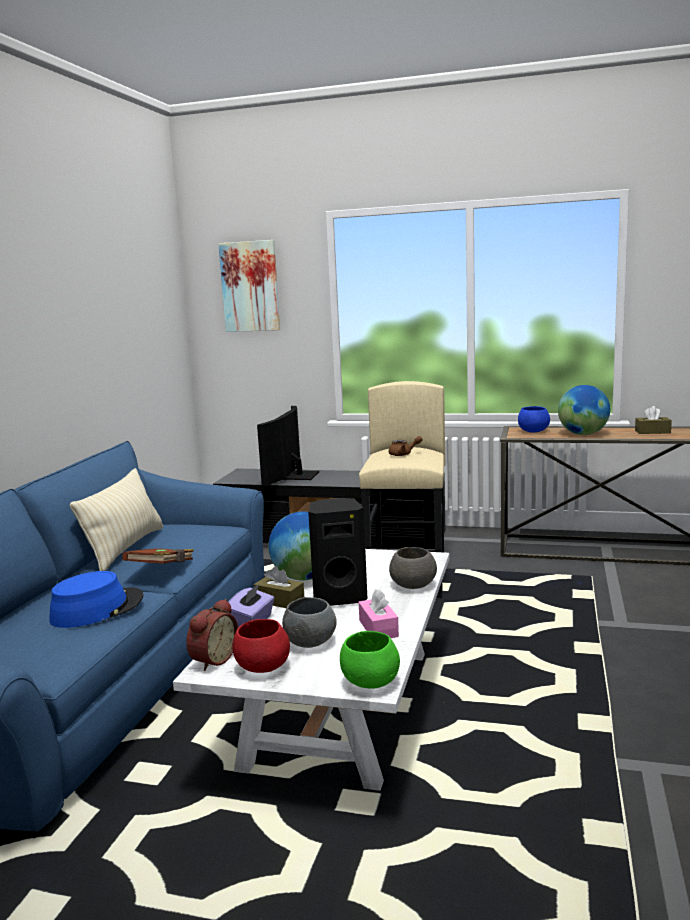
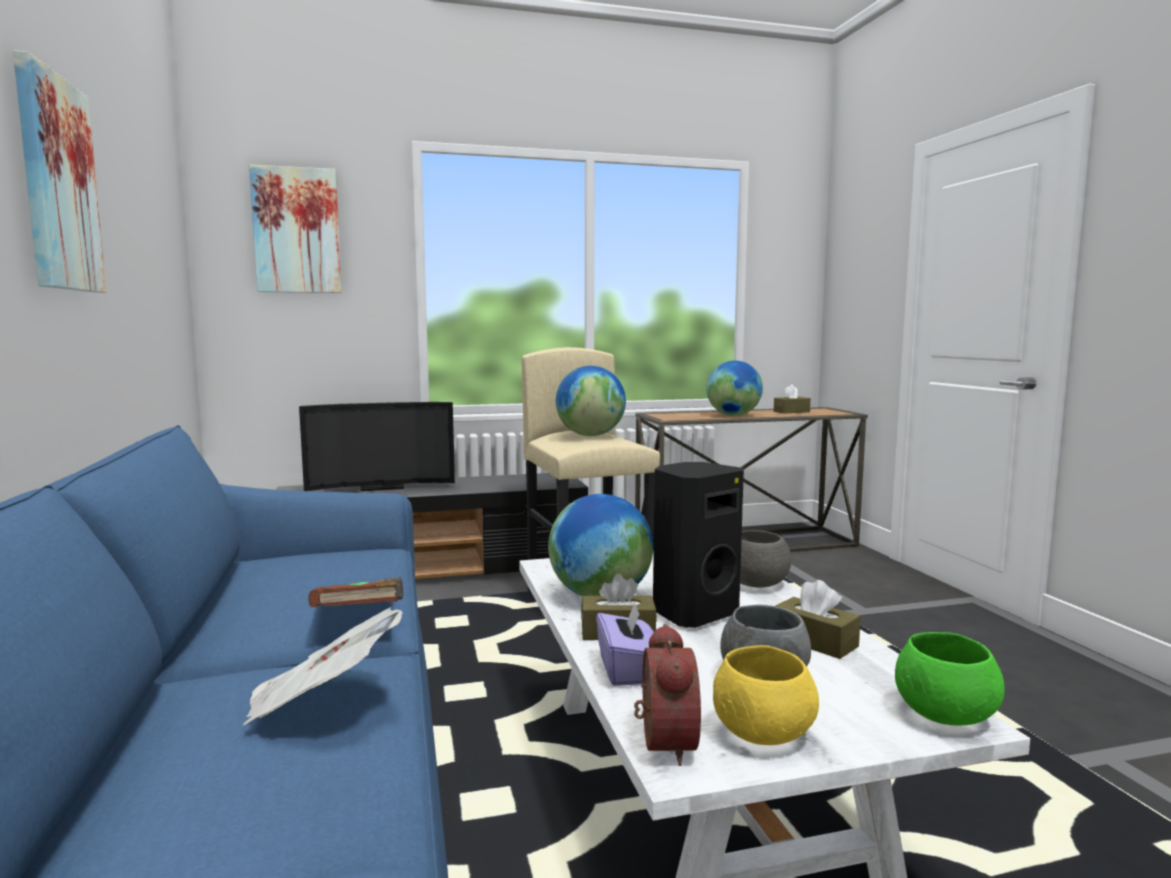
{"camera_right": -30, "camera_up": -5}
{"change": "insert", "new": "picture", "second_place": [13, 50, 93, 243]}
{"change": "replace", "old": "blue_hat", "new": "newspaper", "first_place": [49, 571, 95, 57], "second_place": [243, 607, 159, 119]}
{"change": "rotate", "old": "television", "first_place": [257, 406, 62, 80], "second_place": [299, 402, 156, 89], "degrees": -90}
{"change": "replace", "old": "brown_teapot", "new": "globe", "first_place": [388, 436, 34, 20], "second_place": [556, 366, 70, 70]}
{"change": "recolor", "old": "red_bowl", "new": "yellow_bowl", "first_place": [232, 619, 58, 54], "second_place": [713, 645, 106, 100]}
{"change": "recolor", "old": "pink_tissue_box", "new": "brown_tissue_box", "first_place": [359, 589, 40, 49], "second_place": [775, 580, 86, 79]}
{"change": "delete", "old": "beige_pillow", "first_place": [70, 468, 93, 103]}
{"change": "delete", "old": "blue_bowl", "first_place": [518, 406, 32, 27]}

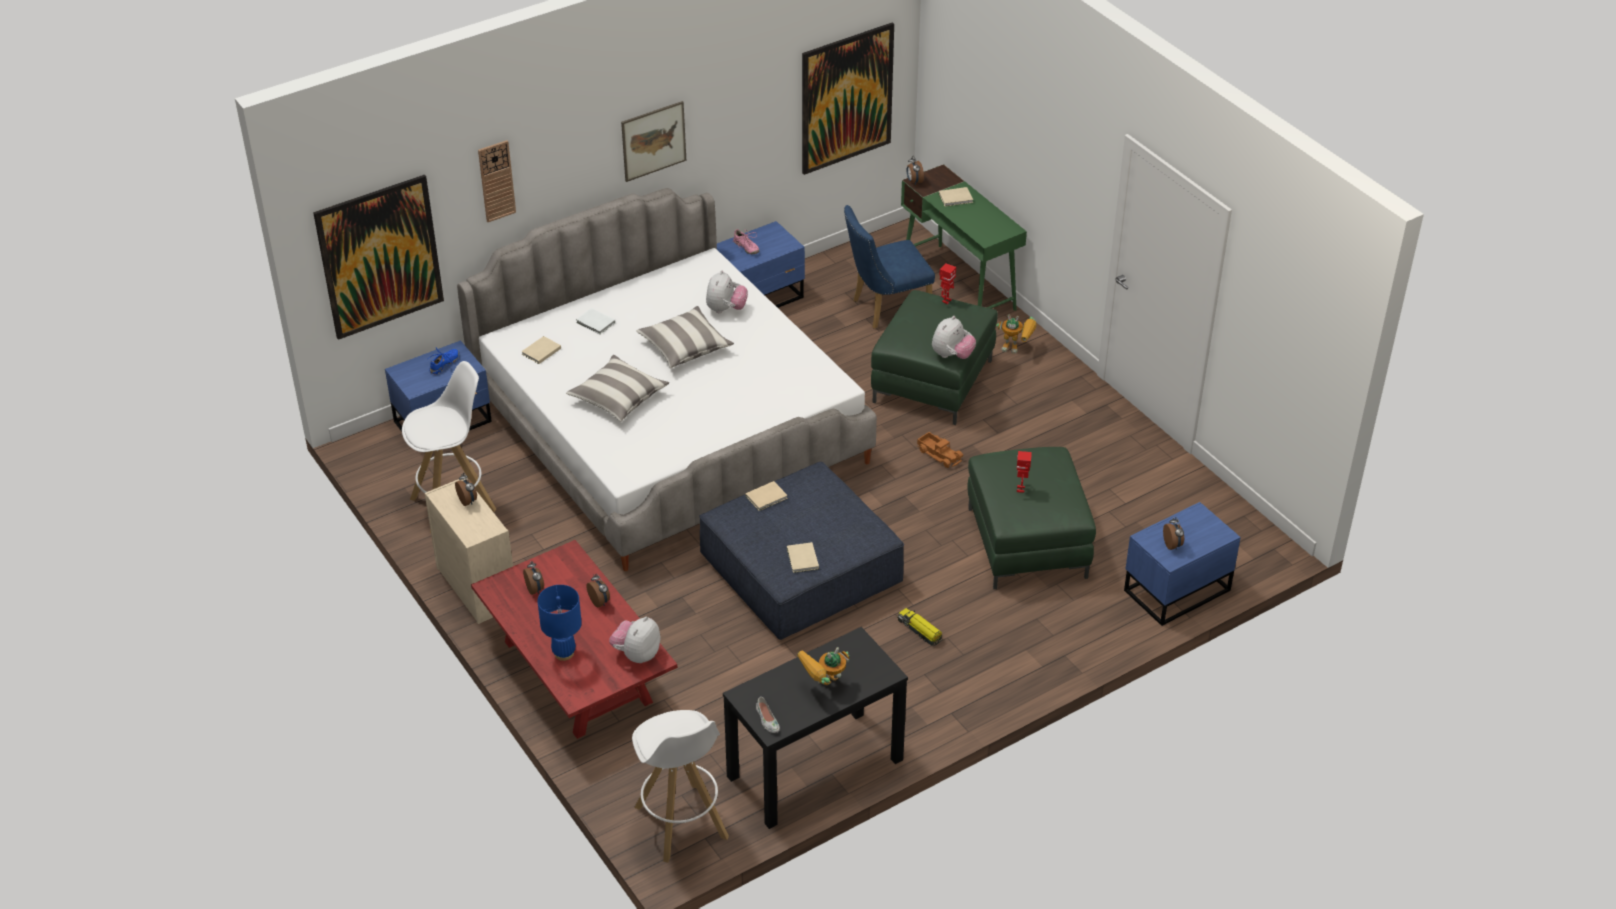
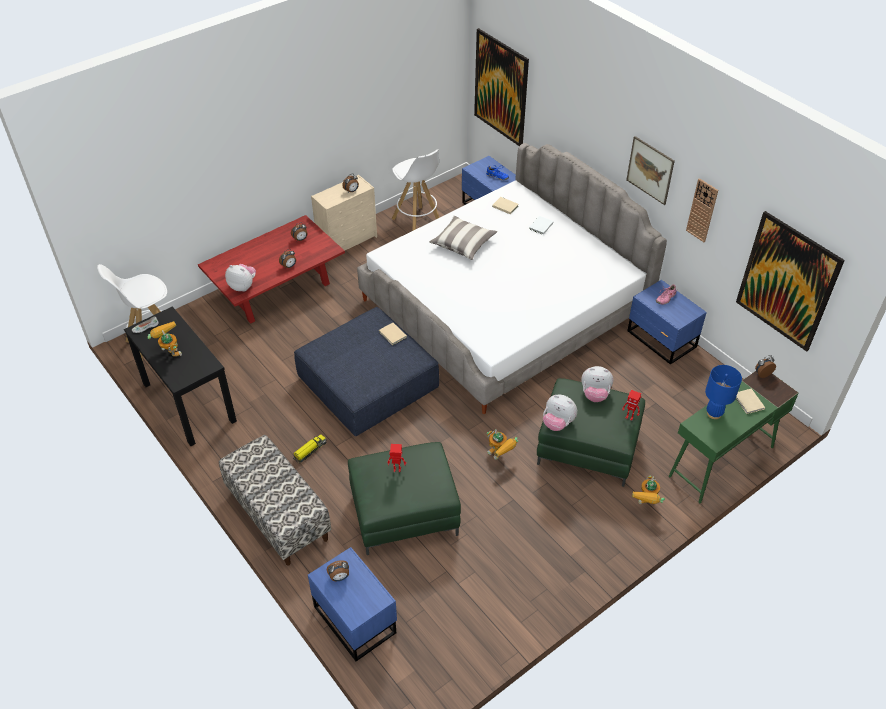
{"camera_right": 85, "camera_up": 5}
{"change": "insert", "new": "bench", "second_place": [219, 435, 112, 131]}
{"change": "replace", "old": "toy_truck", "new": "toy_robot", "first_place": [917, 432, 46, 36], "second_place": [487, 429, 31, 31]}
{"change": "move", "old": "plush_toy", "first_place": [706, 270, 42, 43], "second_place": [581, 366, 32, 36]}
{"change": "move", "old": "wall_clock", "first_place": [478, 140, 38, 82], "second_place": [686, 178, 32, 64]}
{"change": "move", "old": "blue_table_lamp", "first_place": [537, 585, 45, 76], "second_place": [705, 365, 37, 54]}
{"change": "delete", "old": "pillow", "first_place": [636, 306, 98, 62]}
{"change": "delete", "old": "beige_book", "first_place": [787, 542, 32, 31]}
{"change": "delete", "old": "blue_chair", "first_place": [844, 205, 91, 124]}

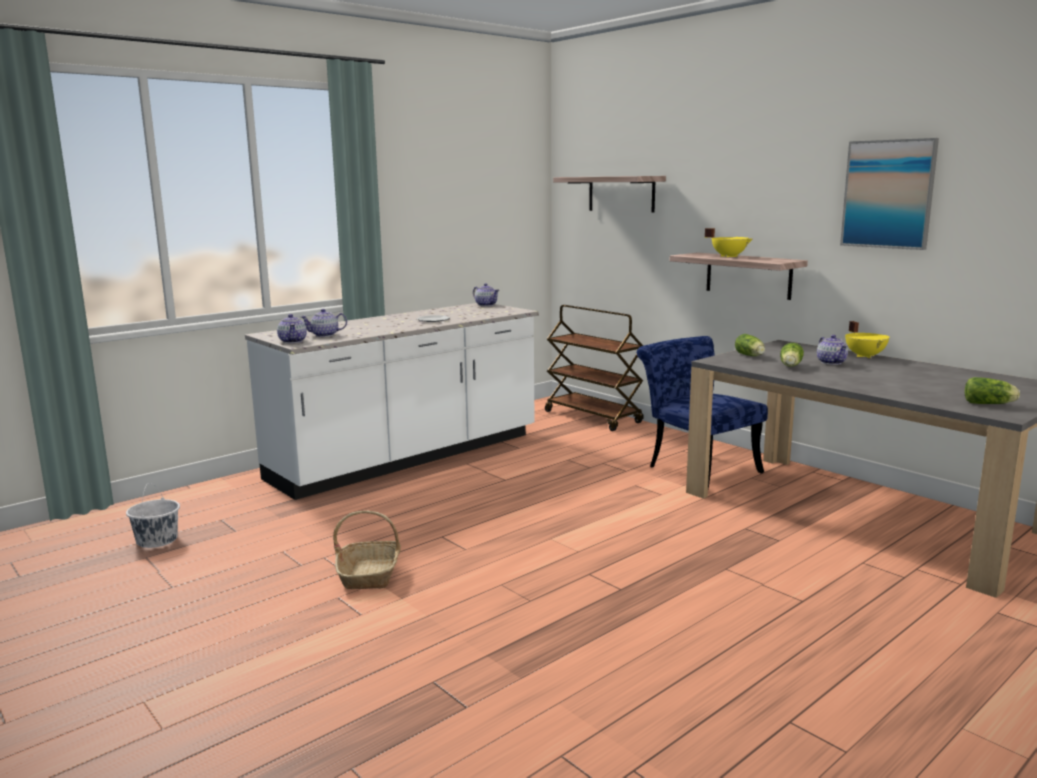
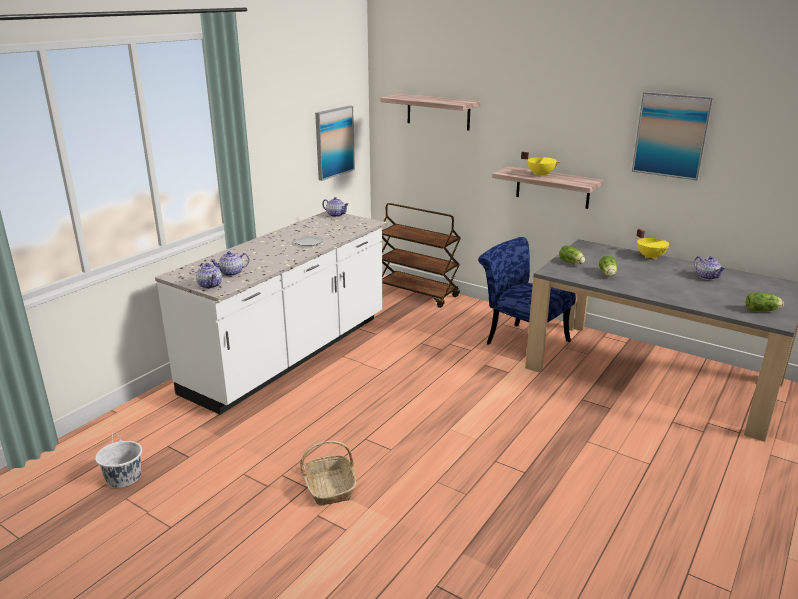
{"camera_right": -15, "camera_up": 10}
{"change": "insert", "new": "picture", "second_place": [315, 105, 40, 76]}
{"change": "move", "old": "teapot", "first_place": [817, 335, 31, 30], "second_place": [694, 256, 32, 24]}

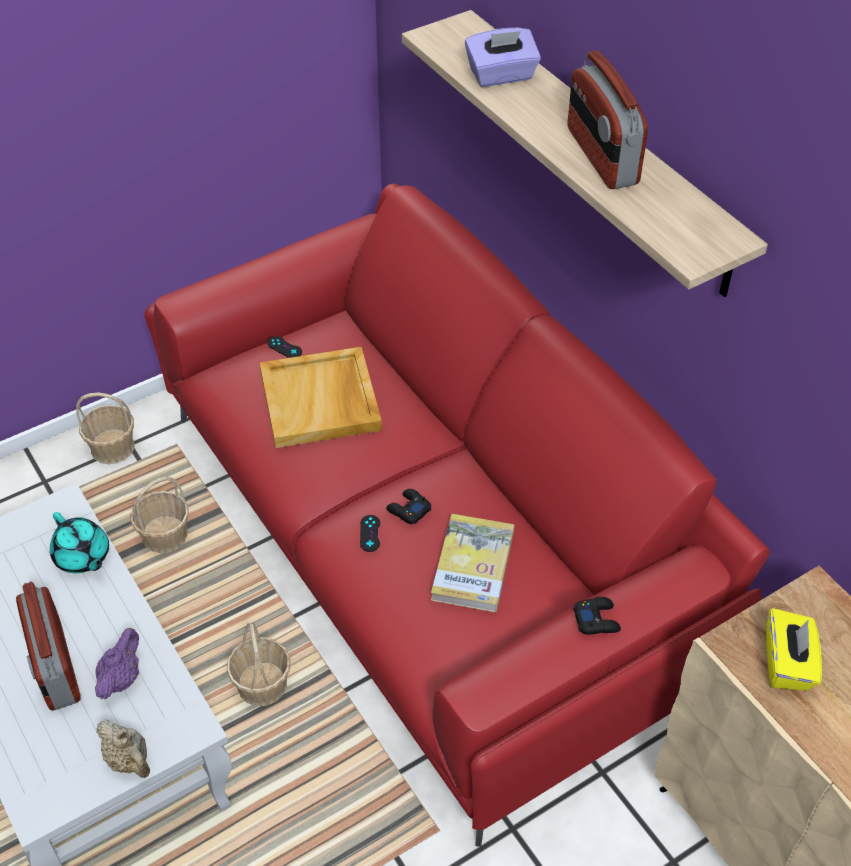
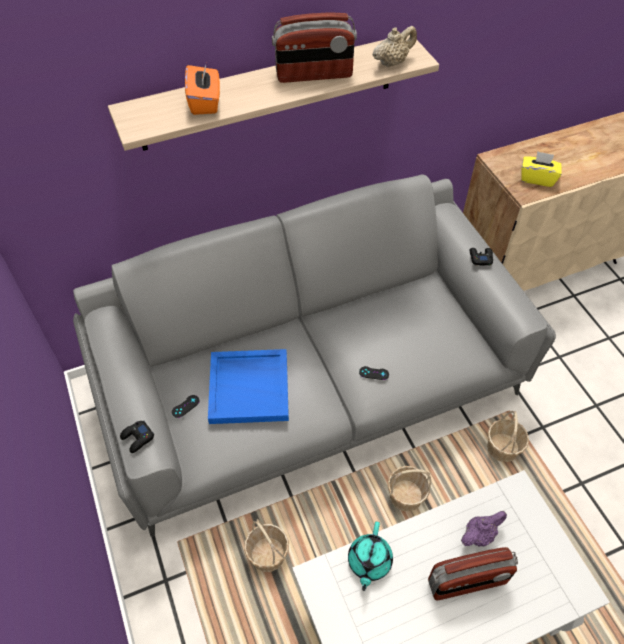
{"camera_right": -80, "camera_up": 5}
{"change": "recolor", "old": "red_sofa", "new": "grey_sofa", "first_place": [144, 183, 626, 664], "second_place": [73, 174, 483, 363]}
{"change": "move", "old": "black_game_controller", "first_place": [386, 489, 45, 35], "second_place": [120, 421, 34, 32]}
{"change": "recolor", "old": "purple_tissue_box", "new": "orange_tissue_box", "first_place": [465, 28, 76, 59], "second_place": [185, 65, 35, 50]}
{"change": "recolor", "old": "beige_tray", "new": "blue_tray", "first_place": [260, 347, 122, 101], "second_place": [208, 349, 81, 75]}
{"change": "rotate", "old": "turquoise_teapot", "first_place": [50, 512, 59, 61], "second_place": [348, 522, 45, 69], "degrees": 135}
{"change": "move", "old": "beige_teapot", "first_place": [96, 719, 54, 59], "second_place": [373, 26, 44, 41]}
{"change": "rotate", "old": "purple_teapot", "first_place": [95, 628, 44, 71], "second_place": [461, 511, 46, 35], "degrees": 120}
{"change": "move", "old": "basket", "first_place": [76, 392, 58, 72], "second_place": [487, 411, 42, 51]}
{"change": "delete", "old": "book", "first_place": [431, 514, 83, 99]}

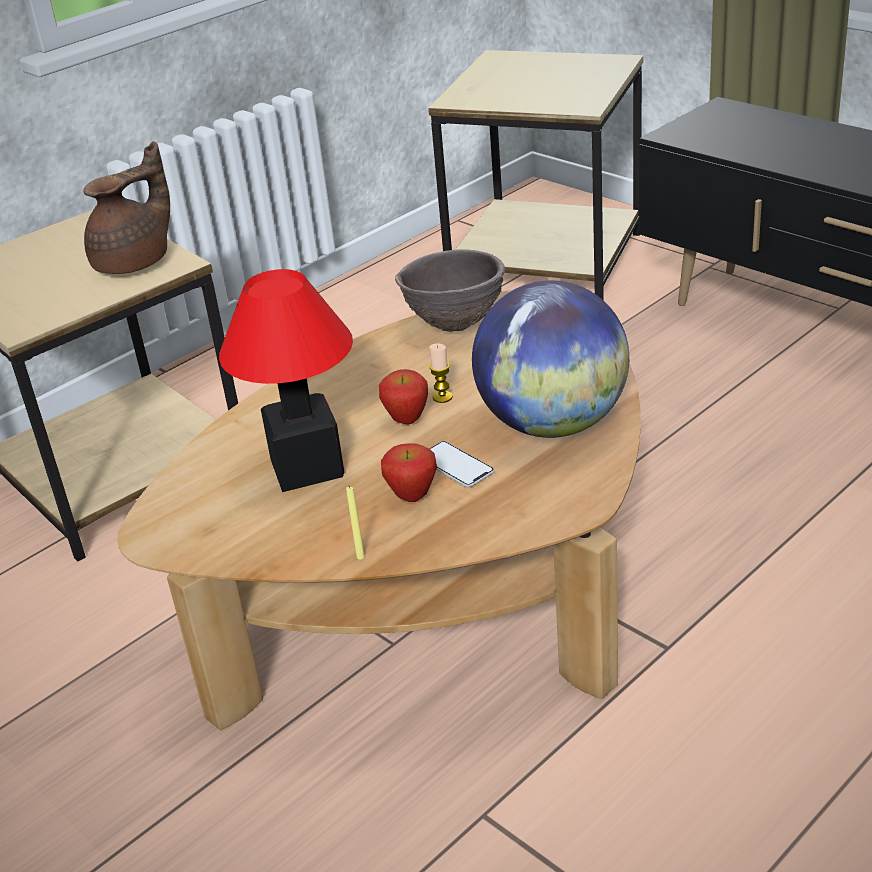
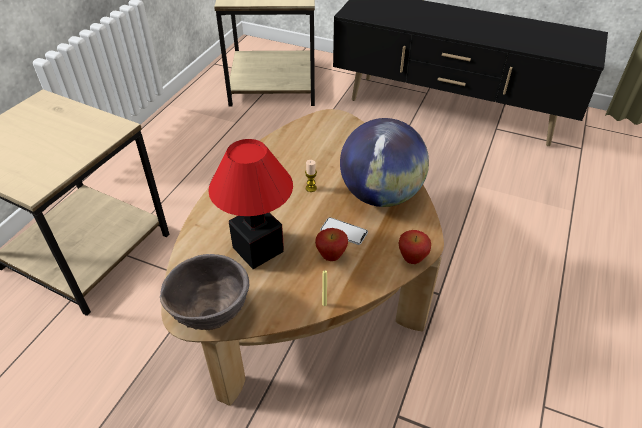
{"camera_right": -25, "camera_up": 10}
{"change": "move", "old": "brown_bowl", "first_place": [395, 249, 110, 83], "second_place": [160, 254, 89, 76]}
{"change": "move", "old": "apple", "first_place": [379, 369, 49, 56], "second_place": [398, 230, 33, 34]}
{"change": "delete", "old": "brown_teapot", "first_place": [83, 141, 87, 133]}

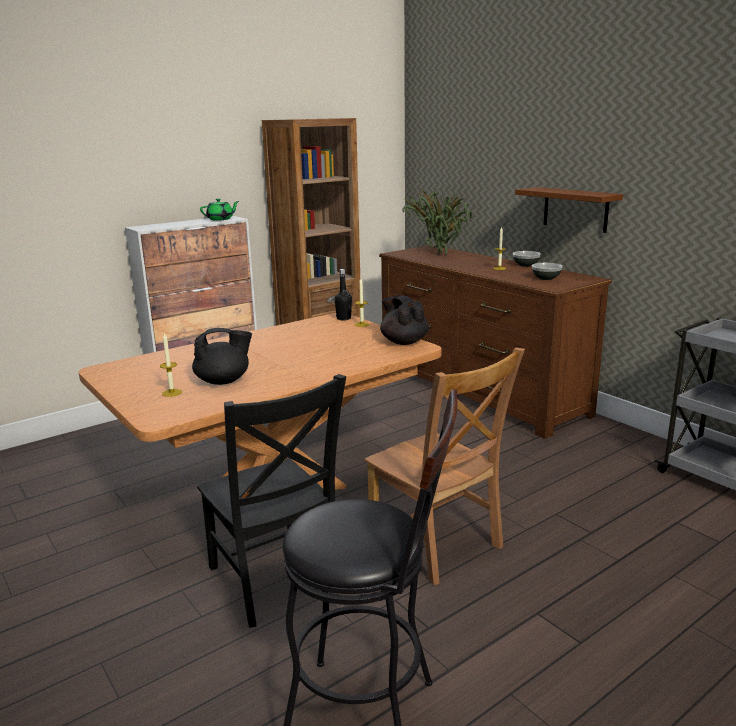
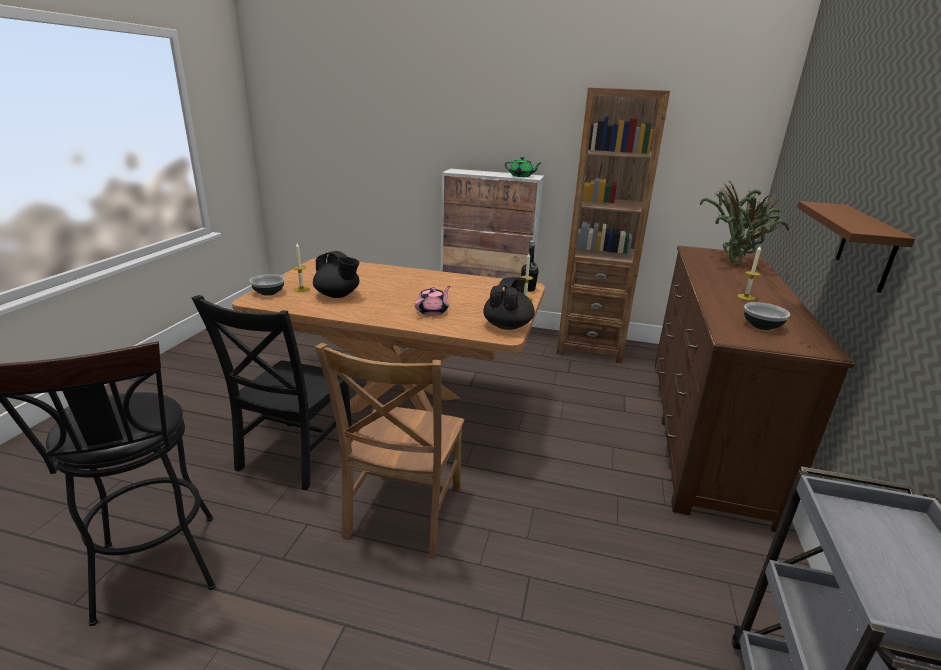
{"camera_right": 50, "camera_up": 5}
{"change": "move", "old": "bowl", "first_place": [513, 251, 28, 16], "second_place": [250, 274, 35, 22]}
{"change": "insert", "new": "pink_teapot", "second_place": [415, 286, 35, 30]}

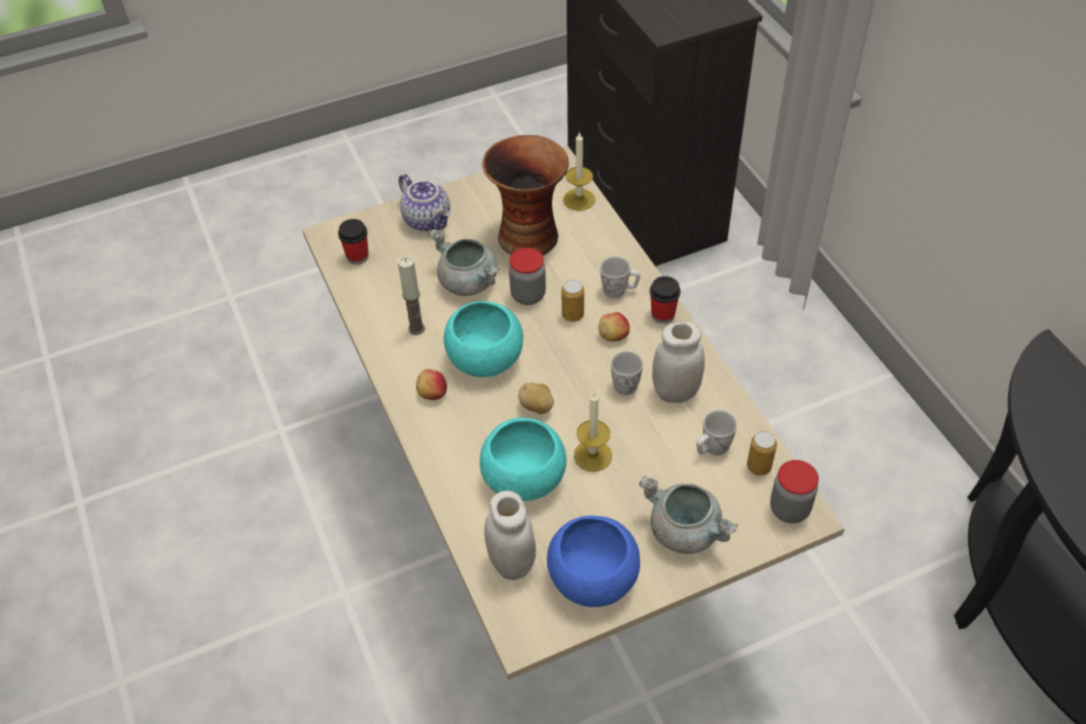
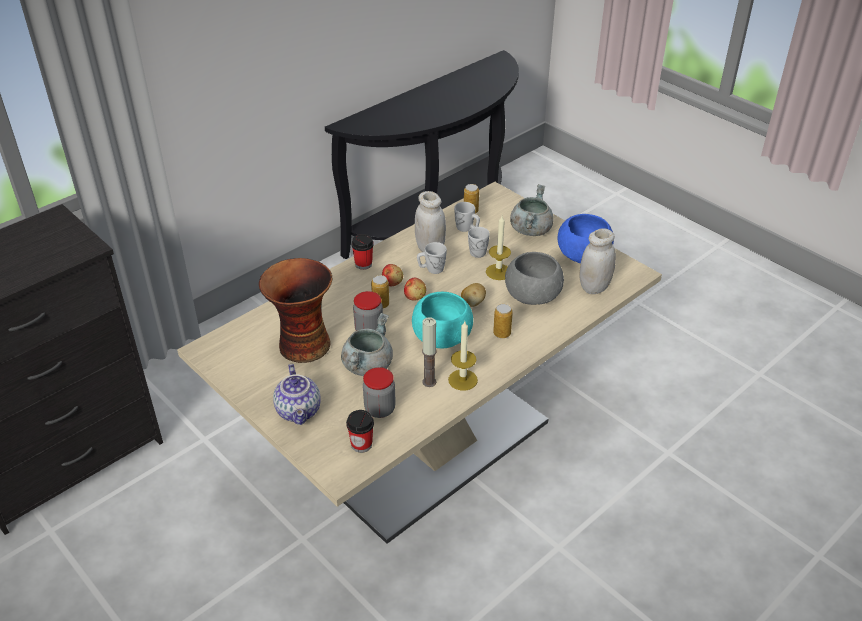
{"camera_right": -110, "camera_up": -10}
{"change": "rotate", "old": "teapot", "first_place": [399, 174, 51, 57], "second_place": [273, 364, 48, 61], "degrees": 135}
{"change": "move", "old": "jar", "first_place": [770, 460, 49, 63], "second_place": [363, 367, 33, 51]}
{"change": "move", "old": "apple", "first_place": [416, 369, 31, 31], "second_place": [404, 278, 22, 23]}
{"change": "move", "old": "candle", "first_place": [563, 131, 32, 80], "second_place": [448, 321, 30, 70]}
{"change": "move", "old": "white_mug", "first_place": [600, 256, 40, 42], "second_place": [468, 227, 22, 31]}
{"change": "insert", "new": "can", "second_place": [493, 304, 20, 34]}
{"change": "recolor", "old": "turquoise_bowl", "new": "grey_bowl", "first_place": [480, 418, 87, 83], "second_place": [505, 252, 59, 53]}

